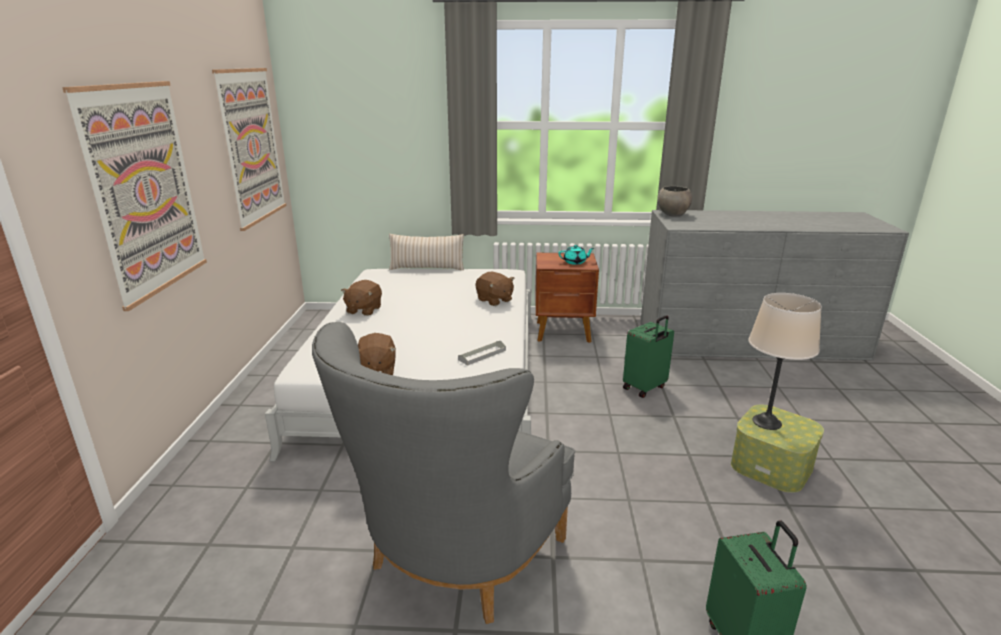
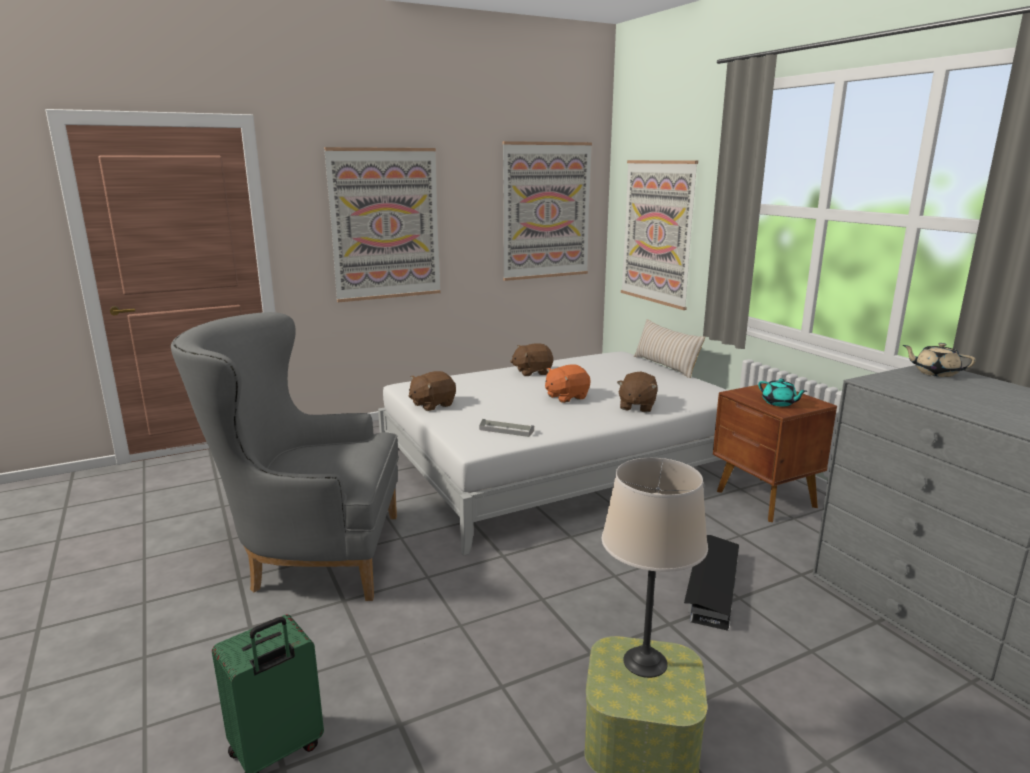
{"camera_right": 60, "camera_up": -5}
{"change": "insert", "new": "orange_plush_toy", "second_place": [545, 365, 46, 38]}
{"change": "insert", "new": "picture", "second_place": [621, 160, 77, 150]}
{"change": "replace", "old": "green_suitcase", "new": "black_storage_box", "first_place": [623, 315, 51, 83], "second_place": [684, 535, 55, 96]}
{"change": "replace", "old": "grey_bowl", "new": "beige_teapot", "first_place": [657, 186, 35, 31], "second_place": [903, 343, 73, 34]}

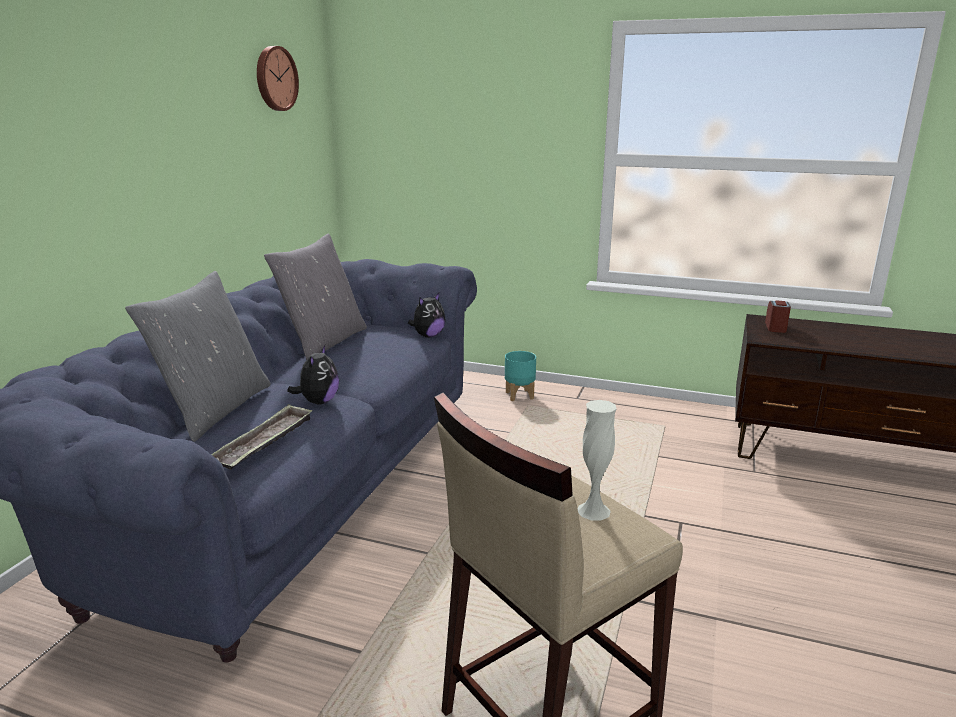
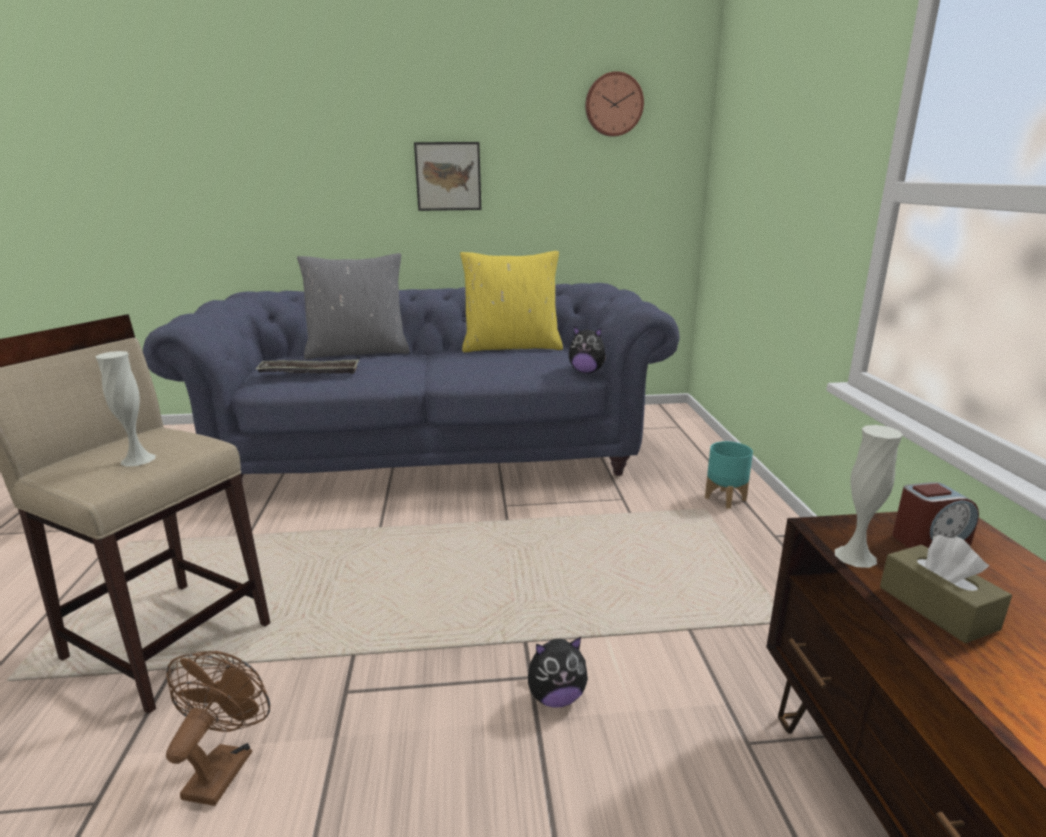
{"camera_right": 65, "camera_up": 0}
{"change": "insert", "new": "brown_fan", "second_place": [166, 651, 104, 155]}
{"change": "insert", "new": "picture", "second_place": [414, 142, 67, 69]}
{"change": "recolor", "old": "grey_pillow", "new": "yellow_pillow", "first_place": [264, 234, 103, 126], "second_place": [460, 251, 103, 101]}
{"change": "move", "old": "plush_toy", "first_place": [287, 345, 52, 59], "second_place": [528, 637, 60, 71]}
{"change": "insert", "new": "white_vase", "second_place": [835, 425, 68, 143]}
{"change": "insert", "new": "brown_tissue_box", "second_place": [880, 535, 132, 108]}

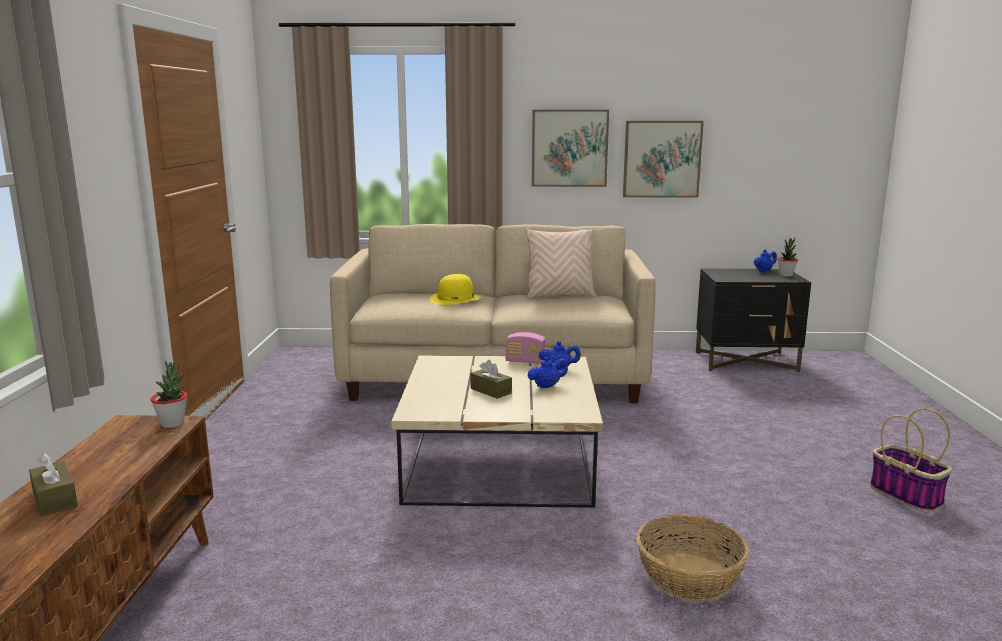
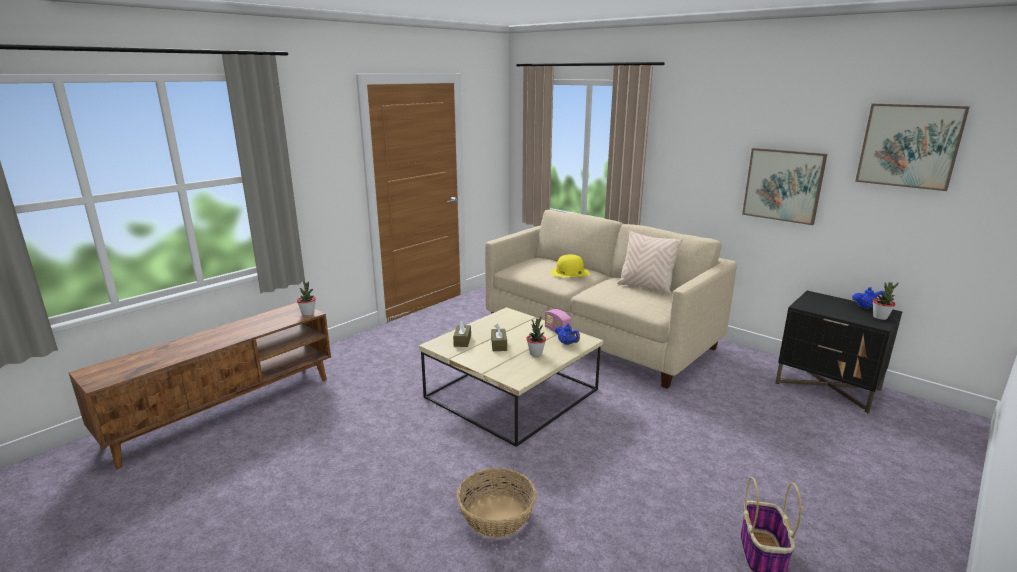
{"camera_right": 40, "camera_up": 5}
{"change": "move", "old": "brown_tissue_box", "first_place": [29, 453, 49, 63], "second_place": [453, 320, 18, 27]}
{"change": "replace", "old": "blue_teapot", "new": "potted_plant", "first_place": [528, 357, 40, 31], "second_place": [526, 316, 20, 40]}
{"change": "move", "old": "picture", "first_place": [532, 110, 77, 77], "second_place": [855, 104, 115, 87]}

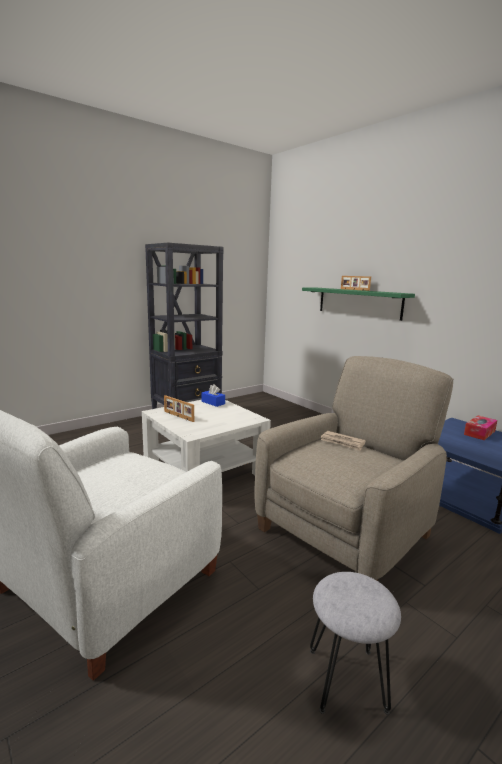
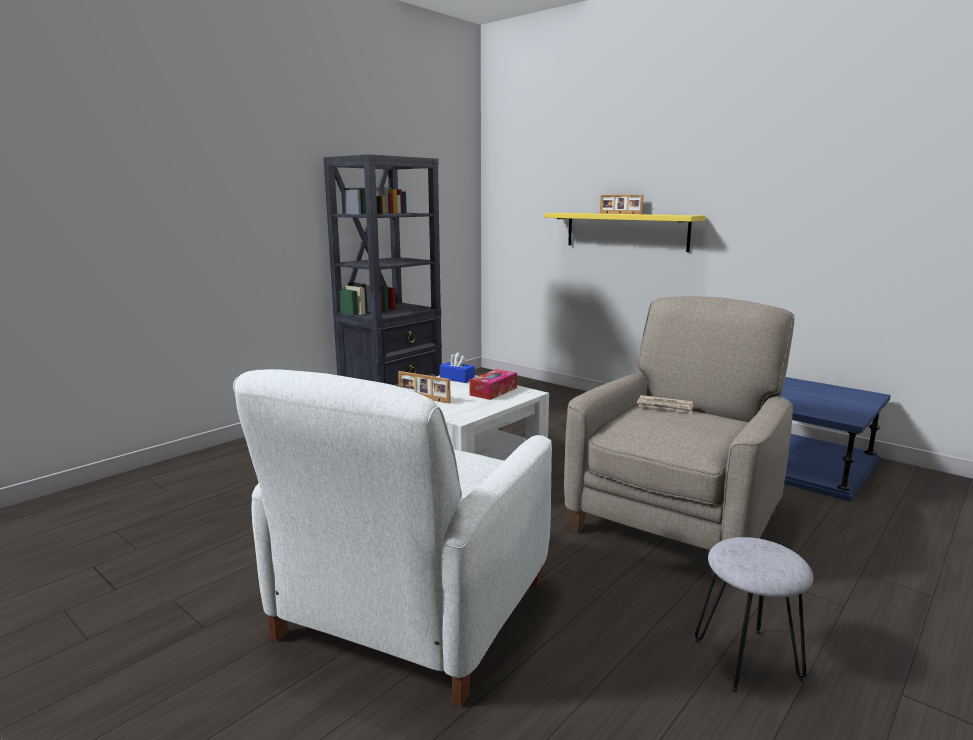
{"camera_right": -10, "camera_up": 0}
{"change": "move", "old": "tissue_box", "first_place": [464, 415, 33, 25], "second_place": [469, 369, 48, 31]}
{"change": "recolor", "old": "green_shelf", "new": "yellow_shelf", "first_place": [302, 287, 113, 34], "second_place": [544, 213, 161, 39]}

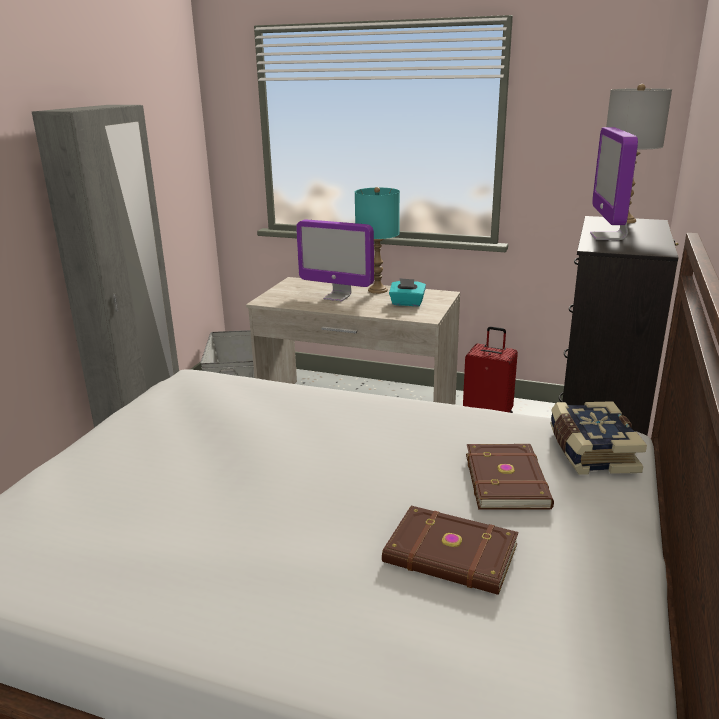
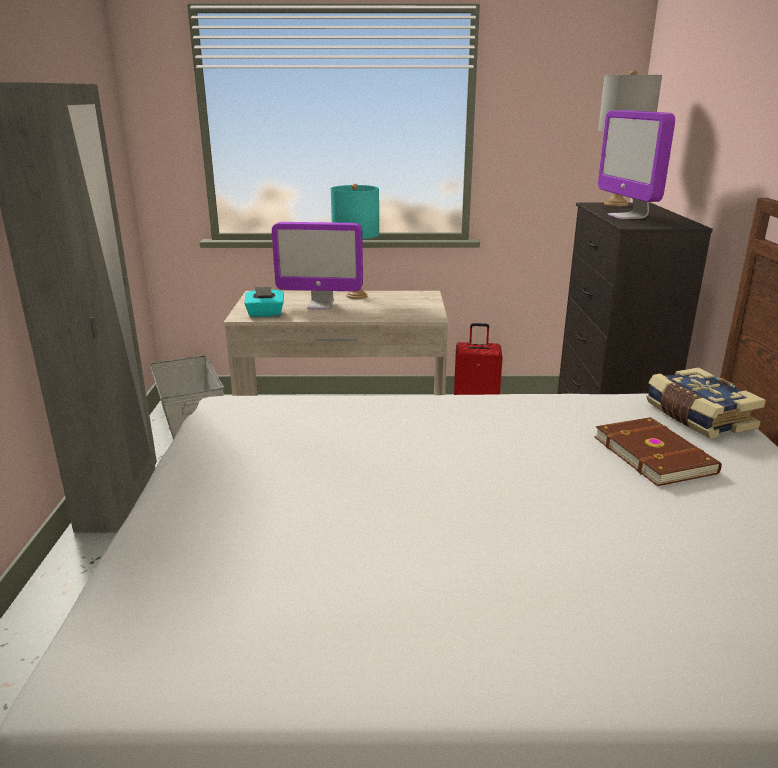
{"camera_right": -20, "camera_up": 0}
{"change": "move", "old": "turquoise_tissue_box", "first_place": [389, 278, 37, 28], "second_place": [245, 287, 39, 30]}
{"change": "delete", "old": "brown_book", "first_place": [382, 506, 136, 89]}

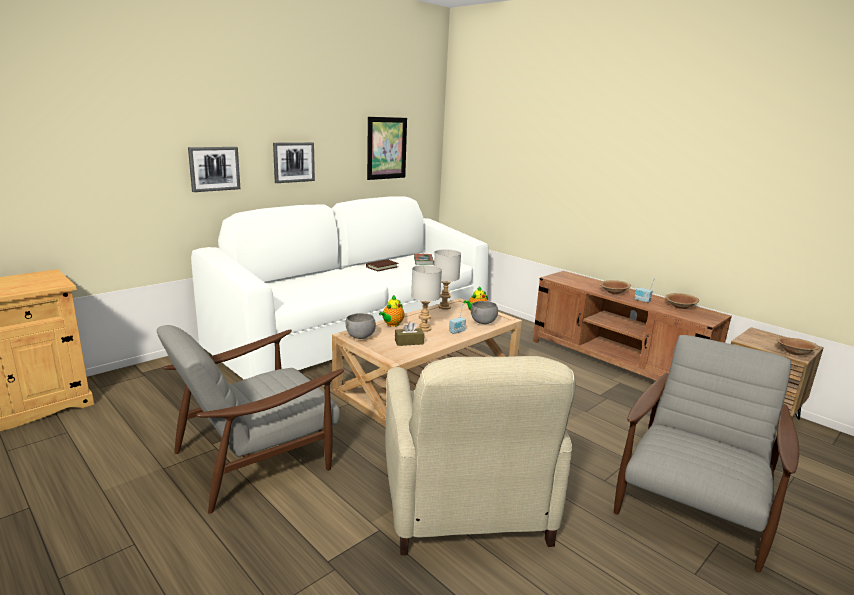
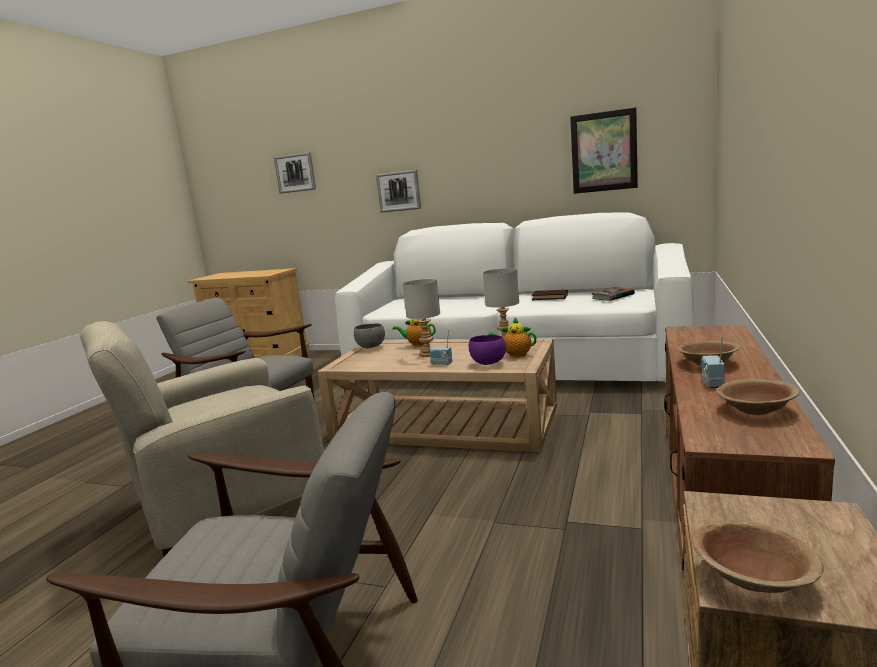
{"camera_right": 65, "camera_up": -5}
{"change": "move", "old": "picture", "first_place": [273, 142, 42, 41], "second_place": [274, 152, 42, 41]}
{"change": "recolor", "old": "grey_bowl", "new": "purple_bowl", "first_place": [471, 301, 27, 23], "second_place": [469, 335, 37, 30]}
{"change": "delete", "old": "brown_tissue_box", "first_place": [395, 321, 29, 25]}

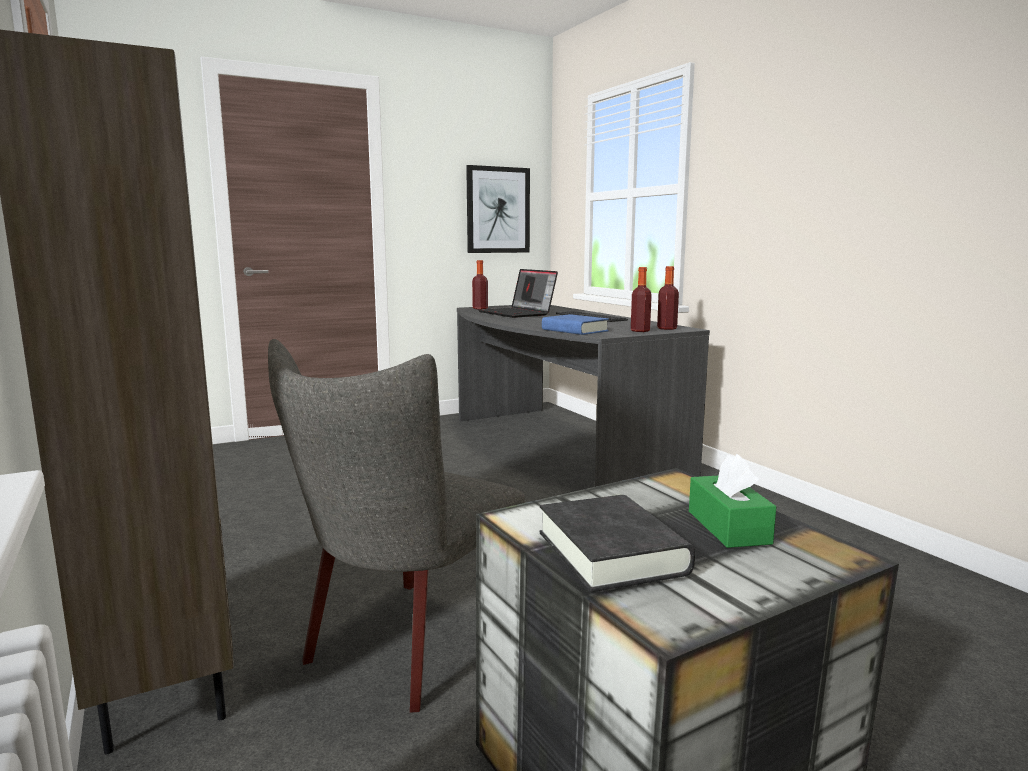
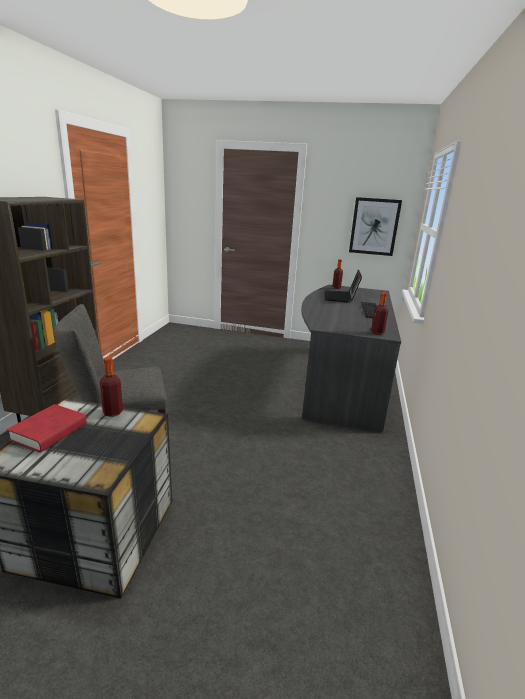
{"camera_right": 40, "camera_up": 10}
{"change": "recolor", "old": "black_book", "new": "red_book", "first_place": [539, 495, 156, 97], "second_place": [7, 404, 79, 49]}
{"change": "move", "old": "bottle", "first_place": [631, 267, 21, 65], "second_place": [100, 357, 23, 60]}
{"change": "delete", "old": "blue_book", "first_place": [542, 314, 67, 21]}
{"change": "delete", "old": "green_tissue_box", "first_place": [689, 454, 87, 94]}

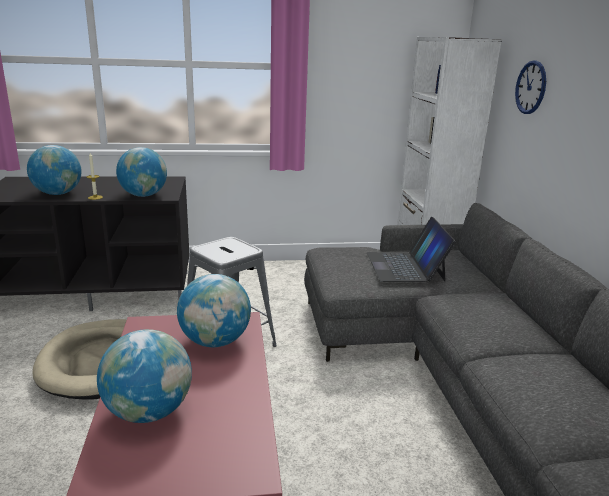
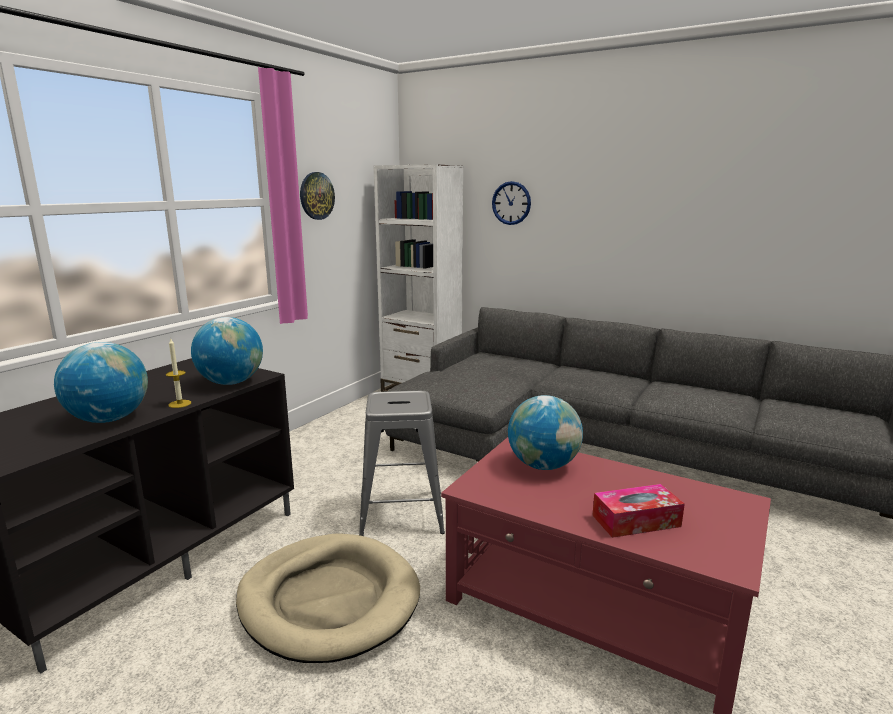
{"camera_right": -50, "camera_up": -5}
{"change": "insert", "new": "wall_clock", "second_place": [300, 172, 35, 48]}
{"change": "replace", "old": "globe", "new": "tissue_box", "first_place": [97, 329, 95, 94], "second_place": [592, 484, 93, 54]}
{"change": "delete", "old": "laptop", "first_place": [367, 217, 89, 65]}

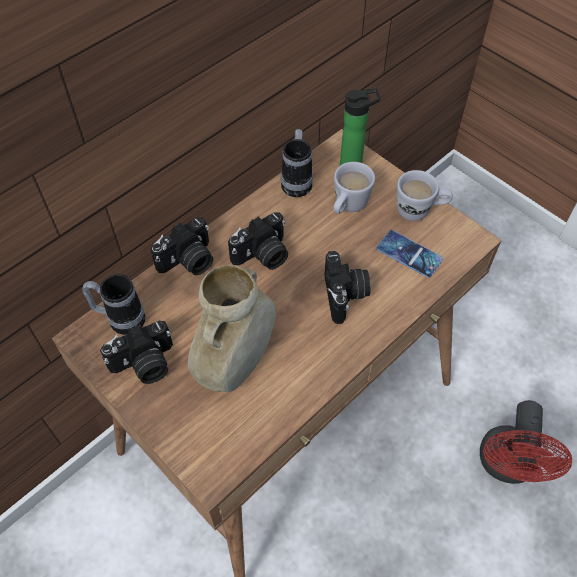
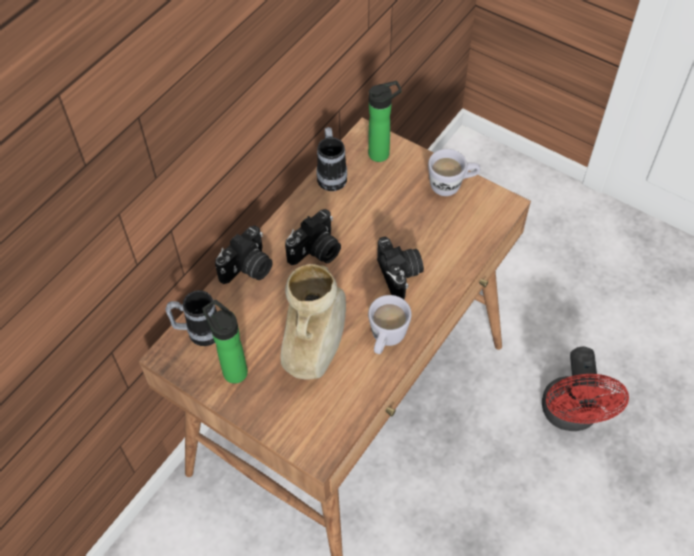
{"camera_right": -10, "camera_up": 0}
{"change": "replace", "old": "photo_camera", "new": "bottle", "first_place": [100, 321, 73, 63], "second_place": [202, 300, 46, 84]}
{"change": "move", "old": "white_mug", "first_place": [333, 162, 42, 52], "second_place": [368, 295, 44, 59]}
{"change": "delete", "old": "phone", "first_place": [377, 230, 66, 48]}

